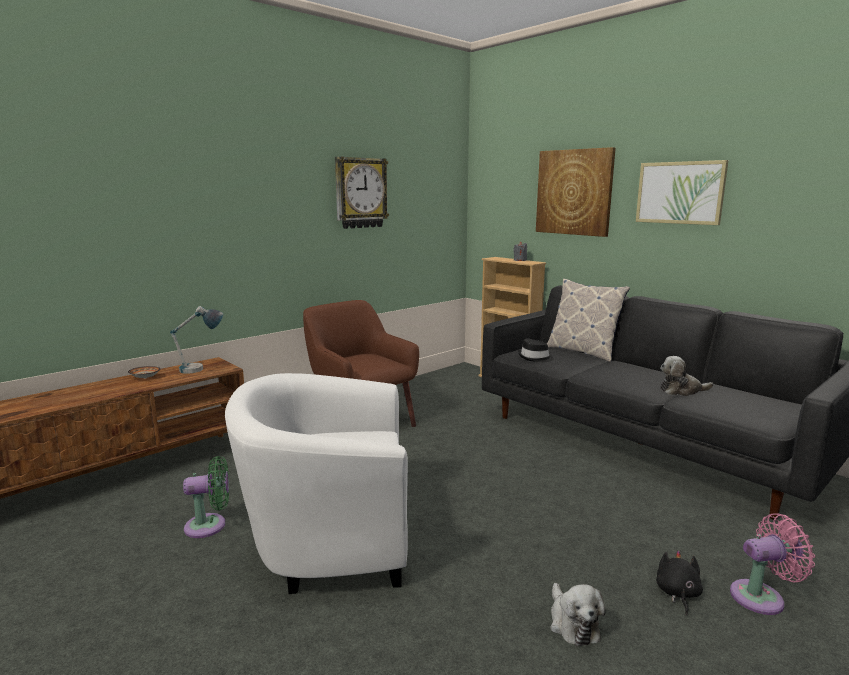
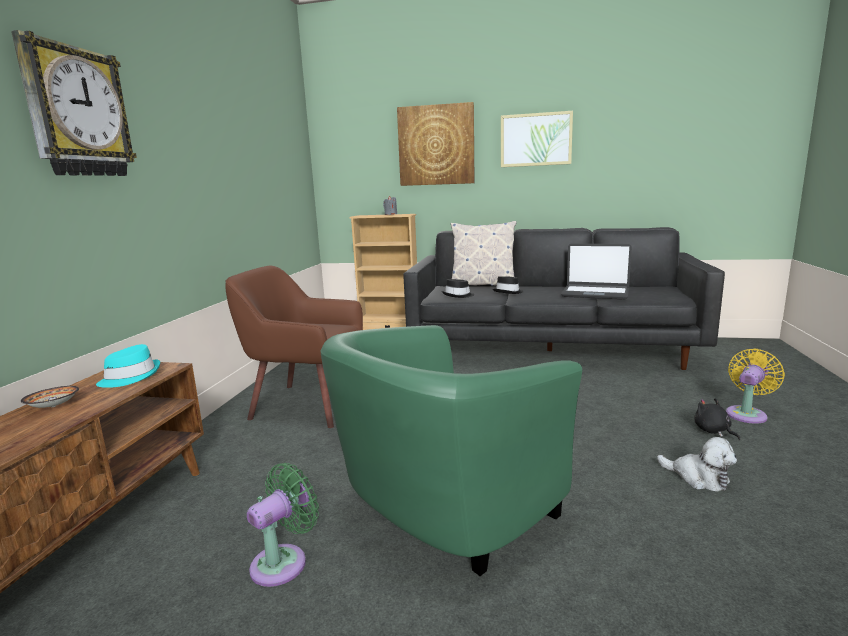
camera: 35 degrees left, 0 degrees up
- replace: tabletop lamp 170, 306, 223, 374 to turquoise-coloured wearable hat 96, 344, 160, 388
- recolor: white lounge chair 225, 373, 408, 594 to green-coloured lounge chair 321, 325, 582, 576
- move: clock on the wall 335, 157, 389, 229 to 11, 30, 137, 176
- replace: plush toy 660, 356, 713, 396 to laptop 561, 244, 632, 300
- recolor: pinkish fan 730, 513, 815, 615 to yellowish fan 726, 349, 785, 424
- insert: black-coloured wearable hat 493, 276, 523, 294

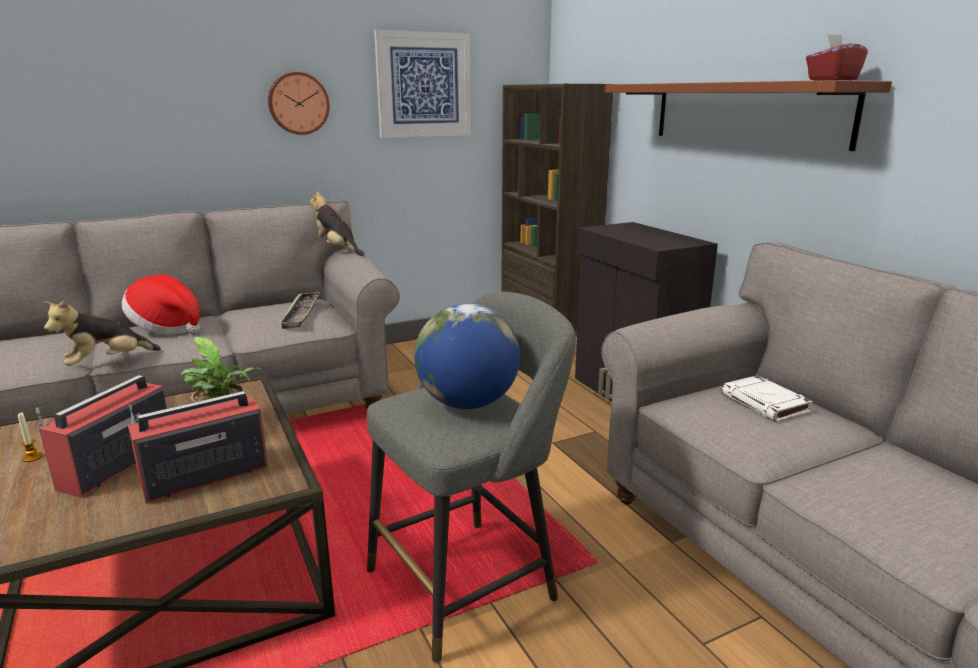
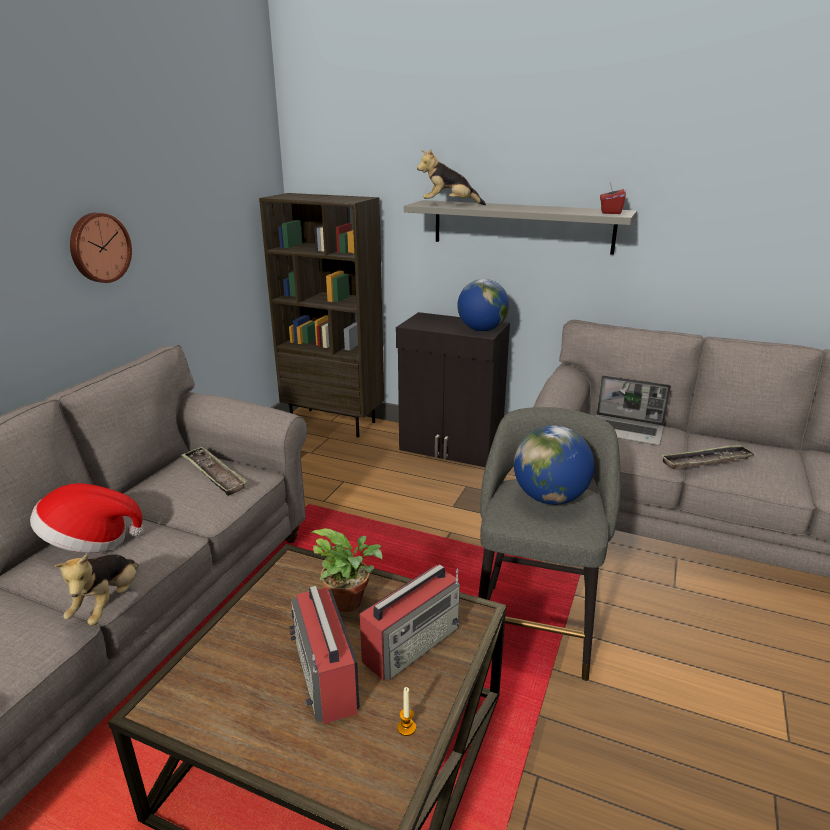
camera: 40 degrees left, 5 degrees up
- move: candle 18, 413, 42, 462 to 397, 687, 416, 736
- rotate: radio receiver 128, 391, 268, 504 = 360, 564, 460, 680 150 degrees counterclockwise
- move: plush toy 310, 192, 365, 256 to 417, 149, 486, 205
- delete: wall picture 374, 30, 471, 138
- recolor: brown-coloured bracket shelf 605, 80, 892, 151 to grey bracket shelf 404, 200, 637, 255
- replace: white book 721, 375, 813, 422 to laptop 596, 375, 671, 445
- insert: world globe 457, 279, 509, 331
- insert: serving tray 661, 445, 756, 469

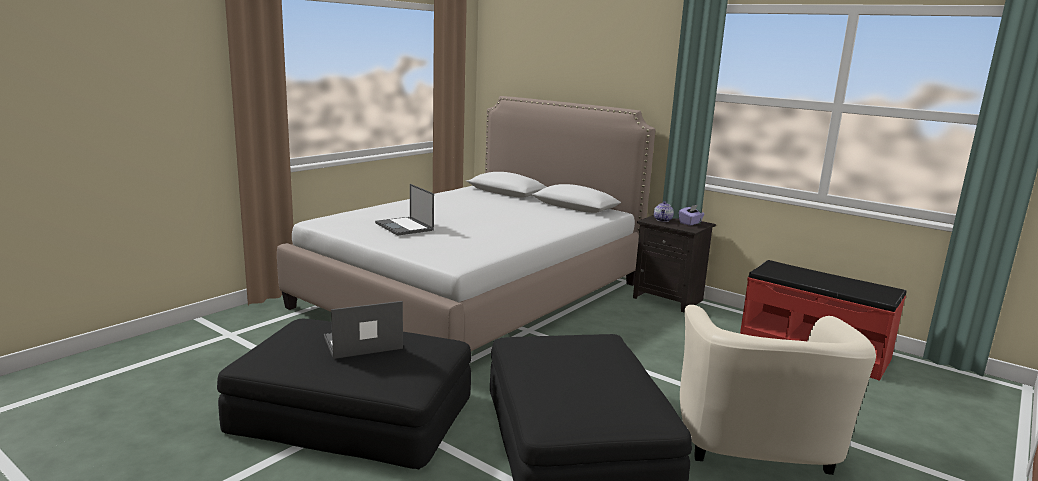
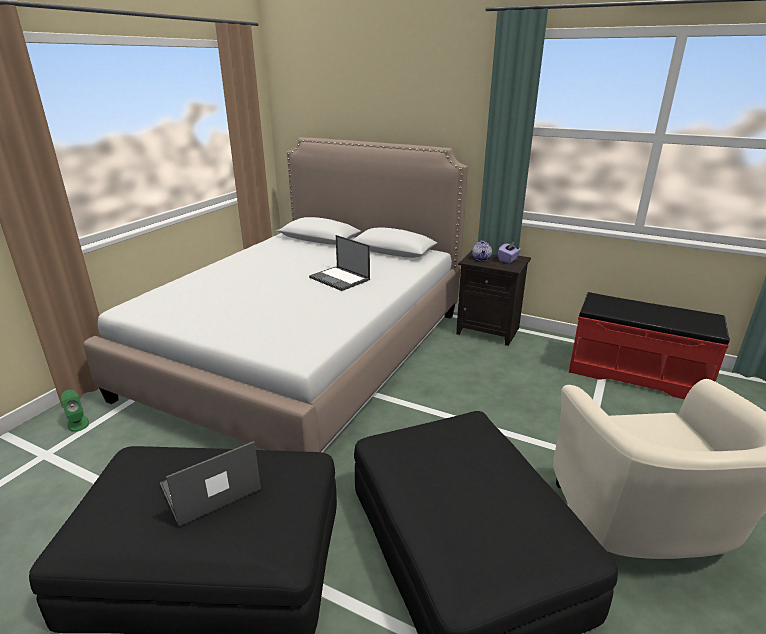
camera: 10 degrees left, 10 degrees up
- move: laptop 375, 184, 434, 236 to 309, 235, 370, 291
- insert: green-coloured audio speaker 61, 390, 89, 432

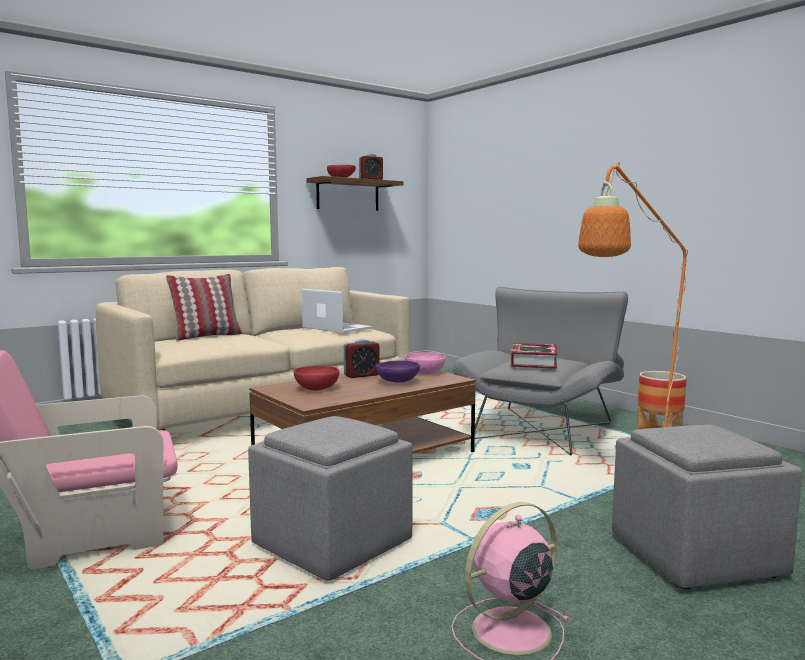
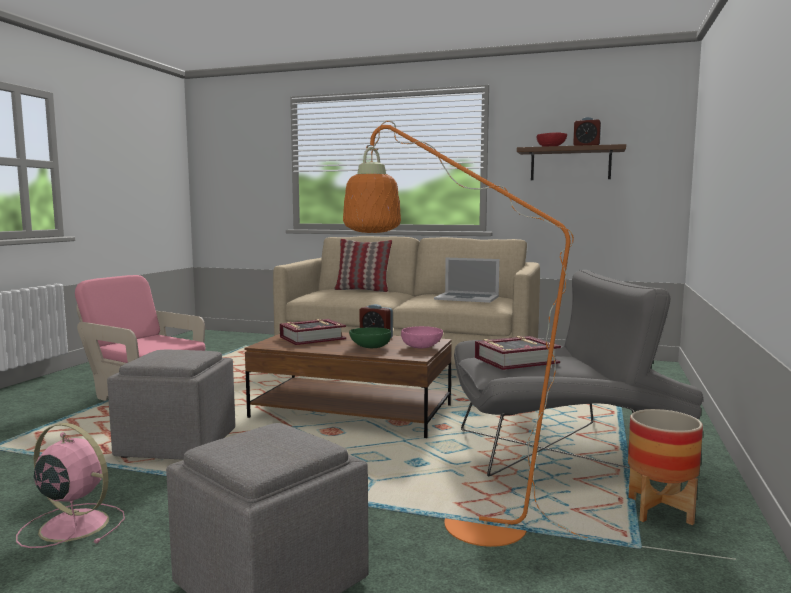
camera: 55 degrees right, 0 degrees up
- replace: reddish serving bowl 294, 365, 339, 391 to book 280, 319, 346, 345
- rotate: laptop 302, 289, 372, 333 = 434, 258, 500, 303 105 degrees clockwise
- recolor: purple serving bowl 376, 360, 420, 383 to green-coloured serving bowl 349, 327, 391, 348

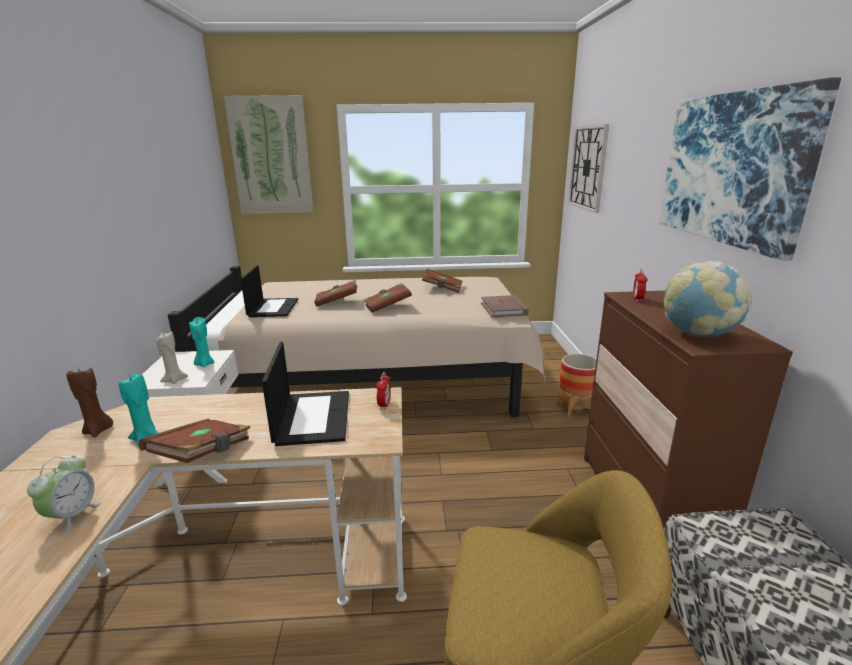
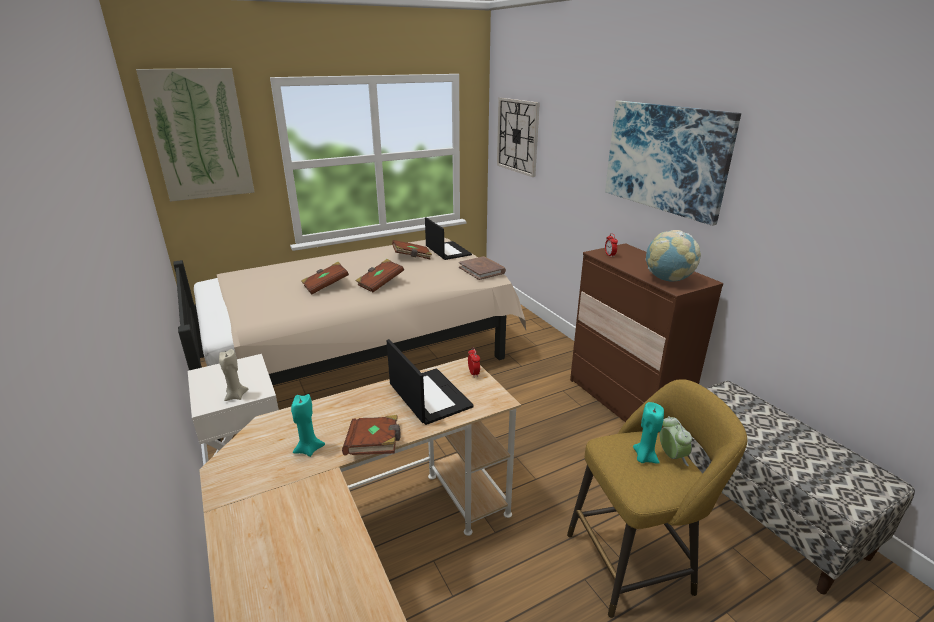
camera: 25 degrees left, 5 degrees up
- move: alarm clock 27, 455, 102, 534 to 659, 416, 692, 466
- delete: brown-coloured candle 66, 368, 113, 437
- move: turquoise-coloured candle 189, 317, 214, 367 to 633, 402, 664, 464
- move: laptop 241, 265, 298, 317 to 425, 217, 472, 260
- delete: flower pot 558, 354, 597, 418

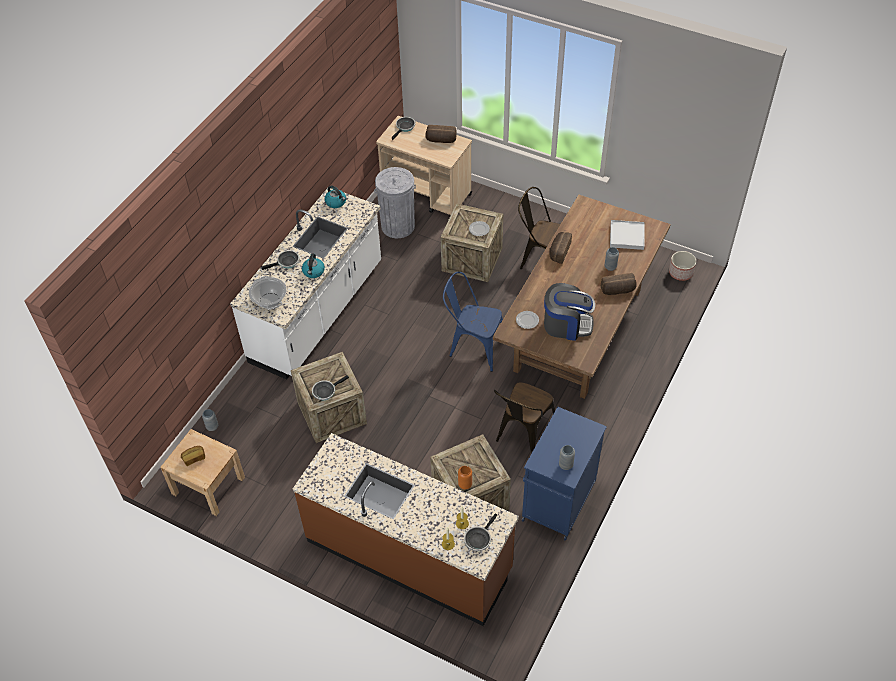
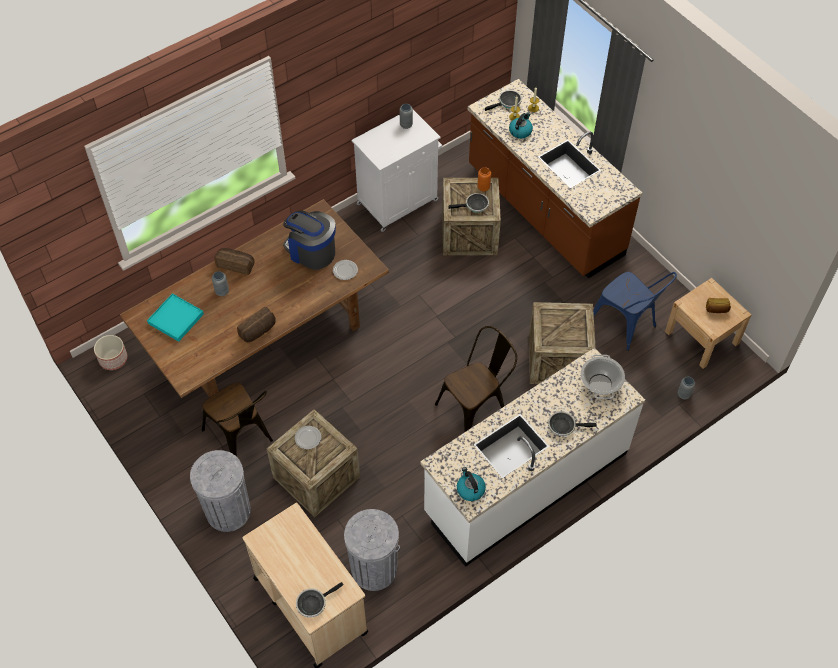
camera: 155 degrees left, 5 degrees up
- move: water kettle 302, 253, 325, 278 to 509, 113, 533, 139
- move: frying pan 312, 375, 349, 400 to 448, 193, 489, 213
- delete: baked bread 425, 125, 457, 143
- move: bluish chair 443, 272, 503, 372 to 593, 272, 677, 351
- move: brown-coloured chair 494, 382, 555, 454 to 435, 326, 517, 433
- recolor: bluish storage cabinet 522, 407, 607, 541 to white storage cabinet 351, 110, 442, 232
- recolor: white serving tray 610, 220, 645, 250 to turquoise-coloured serving tray 147, 293, 204, 342
- insert: grey rubbish bin 190, 450, 251, 532

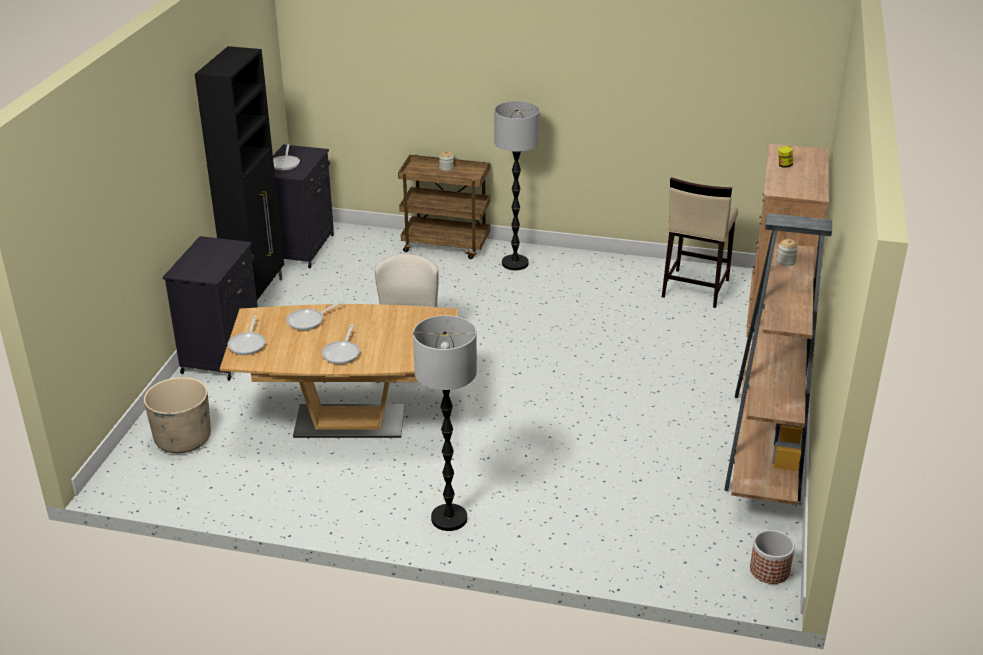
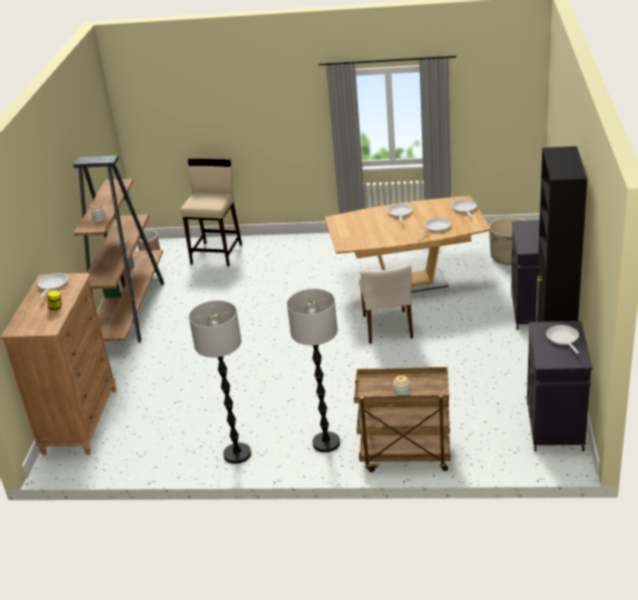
camera: 175 degrees right, 0 degrees up
- move: floor lamp 413, 315, 477, 531 to 189, 300, 251, 464
- move: sand-coloured sitting stool 662, 177, 738, 308 to 181, 158, 242, 266
- insert: frying pan 38, 273, 68, 298

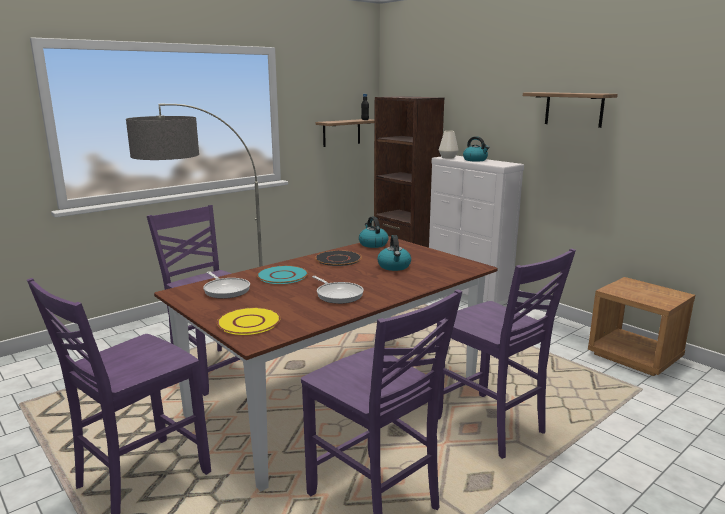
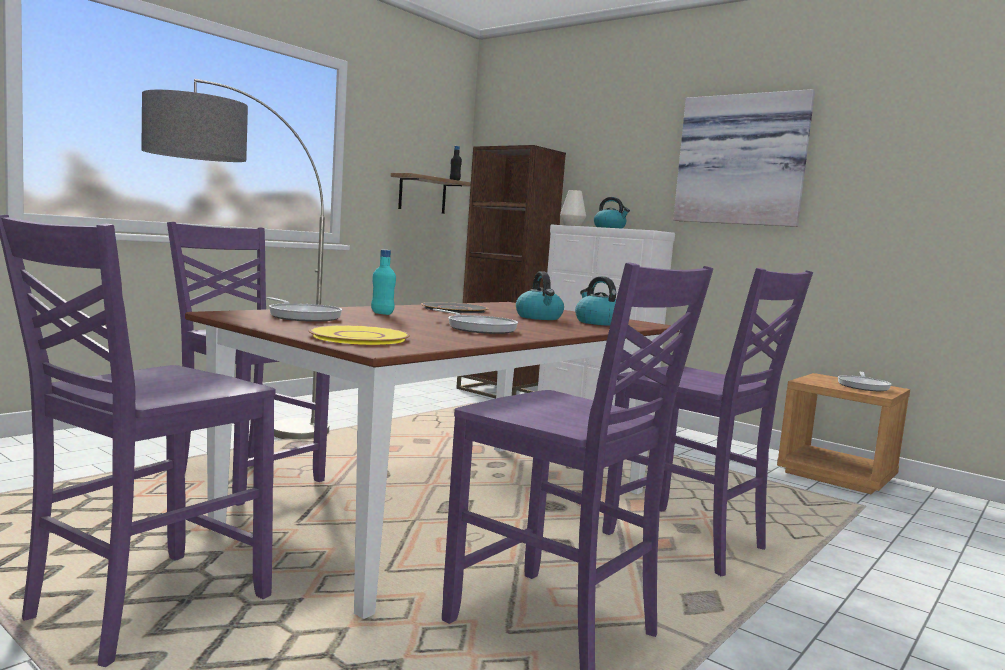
camera: 10 degrees left, 10 degrees down
- replace: turquoise-coloured plate 257, 266, 308, 284 to turquoise-coloured bottle 371, 250, 396, 315
- move: water kettle 359, 216, 388, 248 to 575, 276, 616, 326
- replace: bracket shelf 523, 92, 618, 128 to wall picture 673, 89, 815, 227
- insert: frying pan 838, 372, 891, 391

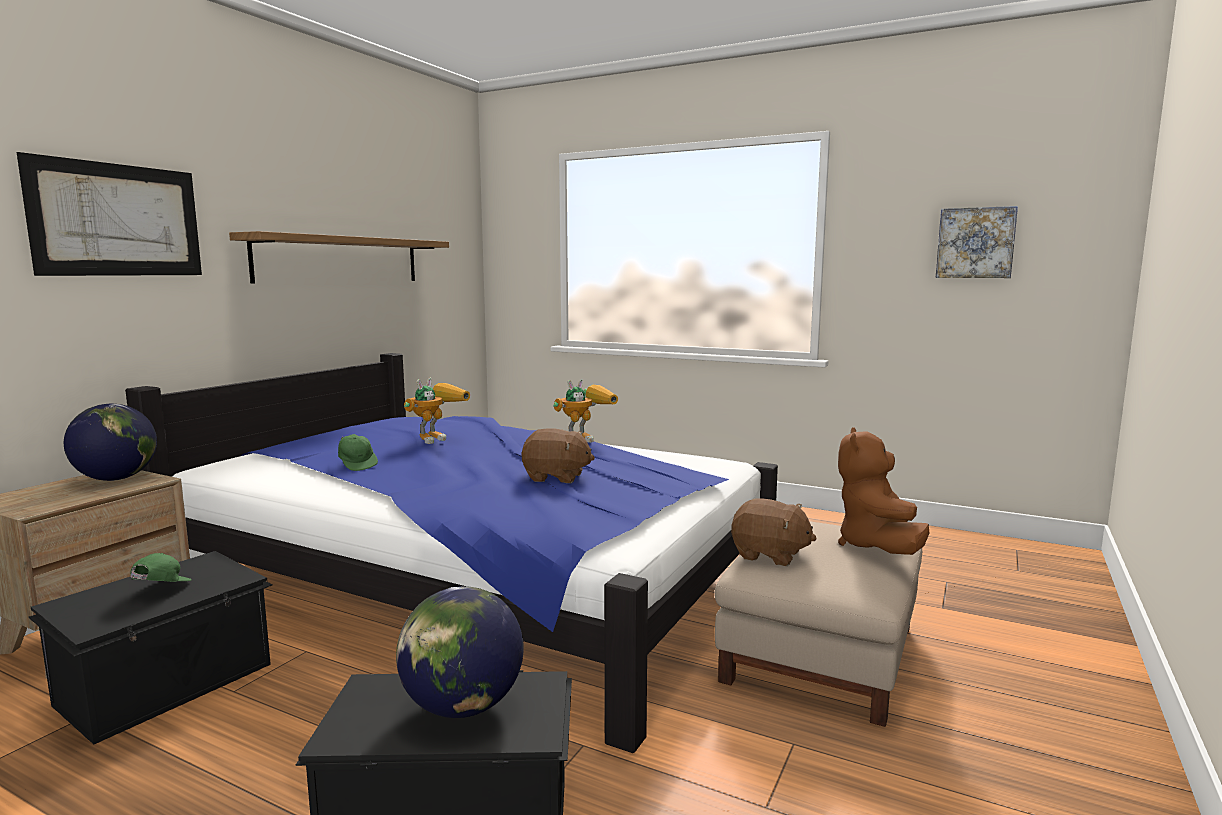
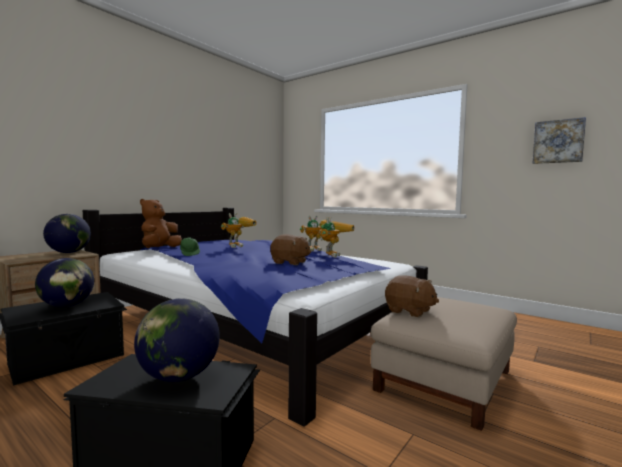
camera: 10 degrees right, 5 degrees down
- delete: wall picture 17, 152, 202, 276
- replace: green-coloured cap 130, 553, 192, 582 to world globe 35, 258, 94, 307
- delete: bracket shelf 229, 231, 449, 284
- move: brown-coloured plush toy 838, 427, 929, 555 to 140, 199, 182, 248
- insert: toy robot 319, 217, 354, 258

